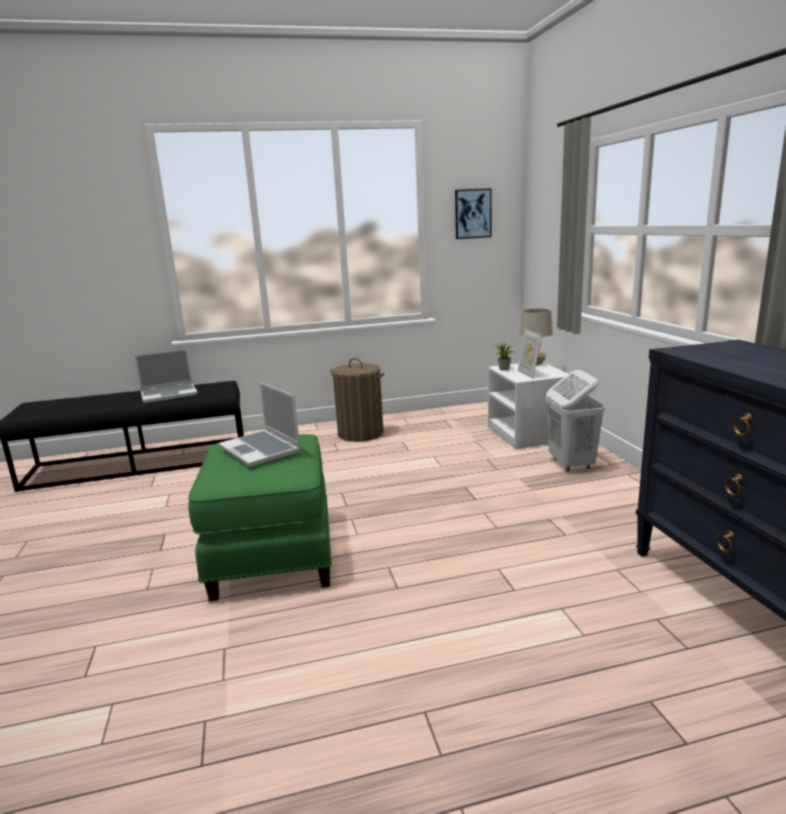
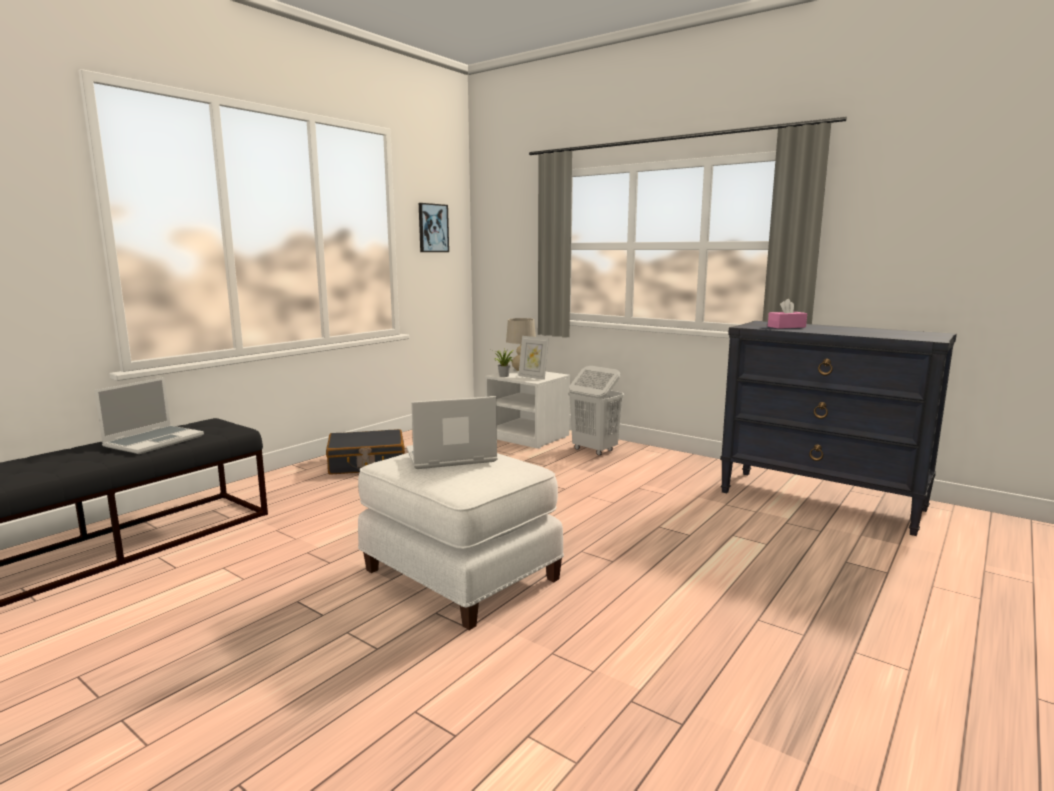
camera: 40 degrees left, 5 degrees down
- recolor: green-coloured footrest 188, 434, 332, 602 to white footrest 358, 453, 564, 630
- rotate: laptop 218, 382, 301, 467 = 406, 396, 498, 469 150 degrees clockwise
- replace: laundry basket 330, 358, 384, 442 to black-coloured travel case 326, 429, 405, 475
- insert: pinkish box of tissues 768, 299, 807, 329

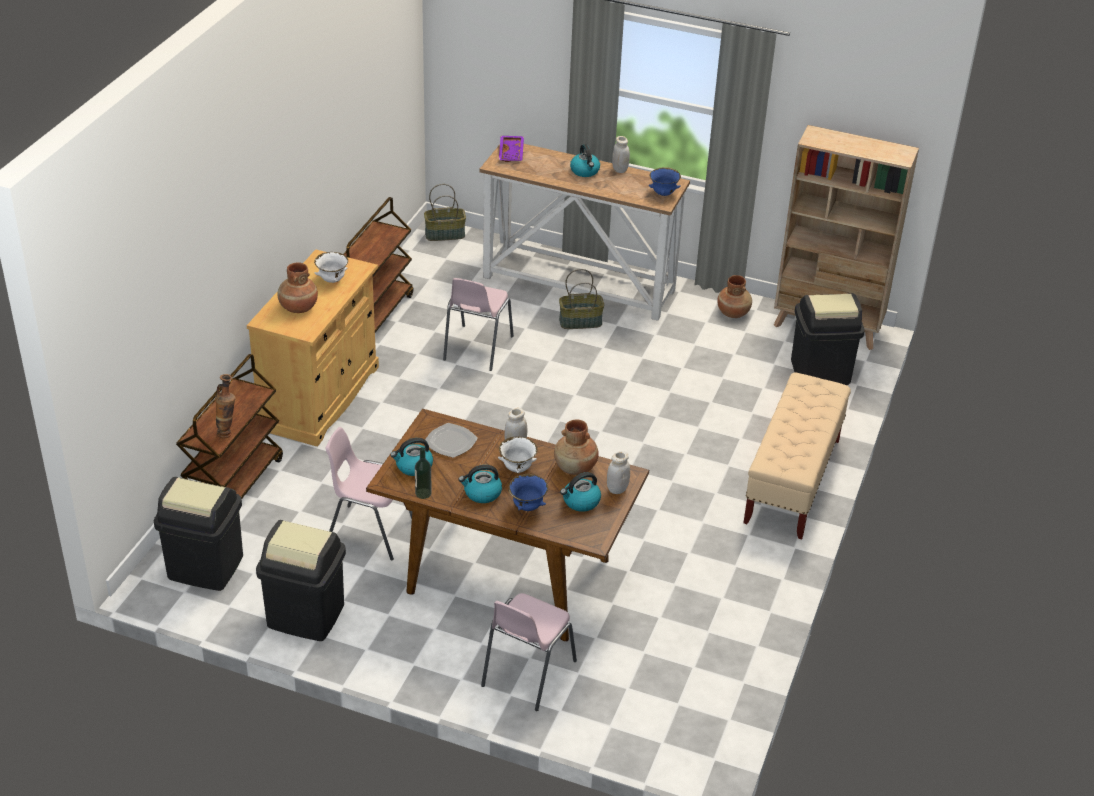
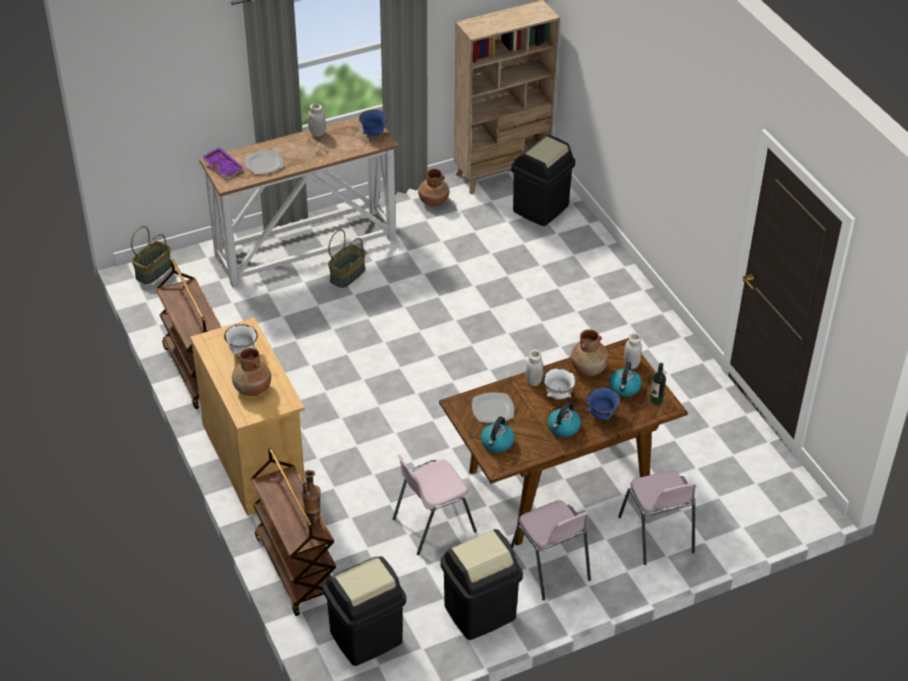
camera: 45 degrees left, 5 degrees up
- move: bottle 415, 447, 432, 499 to 649, 363, 666, 405
- move: pinkish chair 443, 278, 514, 371 to 511, 500, 591, 600
- delete: water kettle 570, 144, 600, 177
- delete: sand-coloured long seat 744, 373, 851, 539
- insert: plate 245, 150, 284, 174

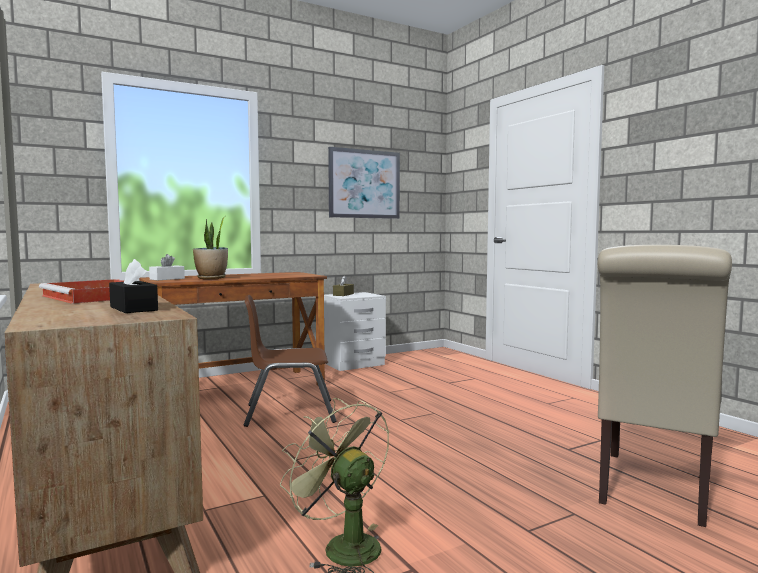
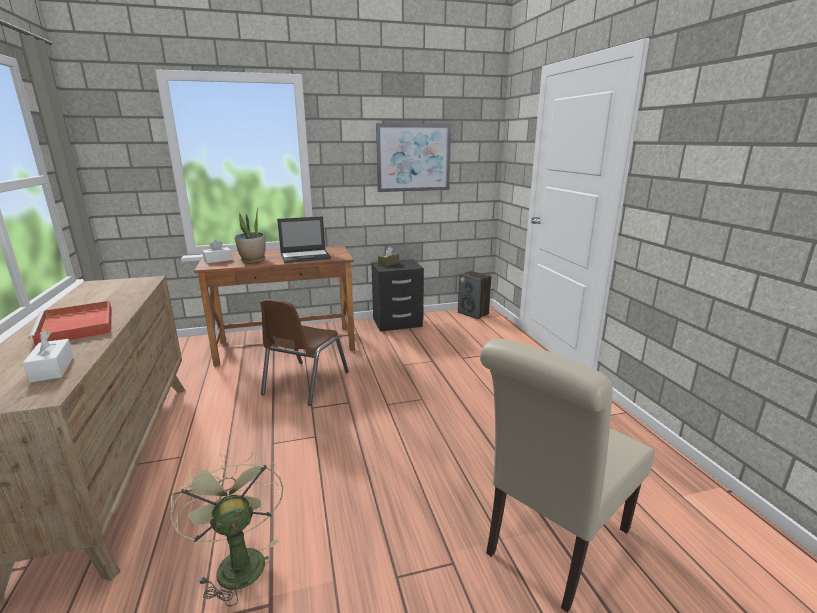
camera: 15 degrees right, 15 degrees up
- recolor: black-coloured box of tissues 109, 259, 158, 313 to white box of tissues 23, 330, 74, 383
- rotate: brown-coloured chair 244, 295, 337, 427 = 261, 299, 349, 406 75 degrees counterclockwise
- recolor: white night table 324, 292, 386, 371 to black-coloured night table 371, 259, 424, 331
- insert: laptop 277, 216, 331, 263
- insert: audio speaker 458, 271, 492, 319

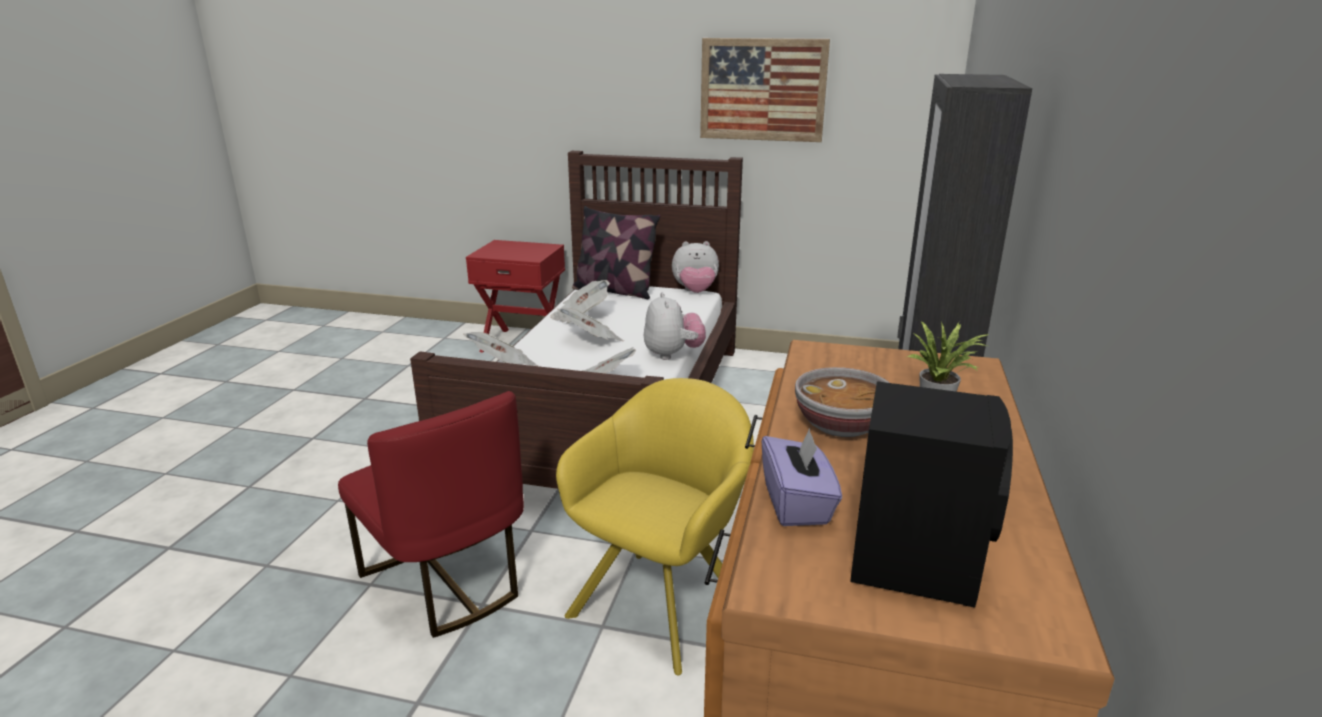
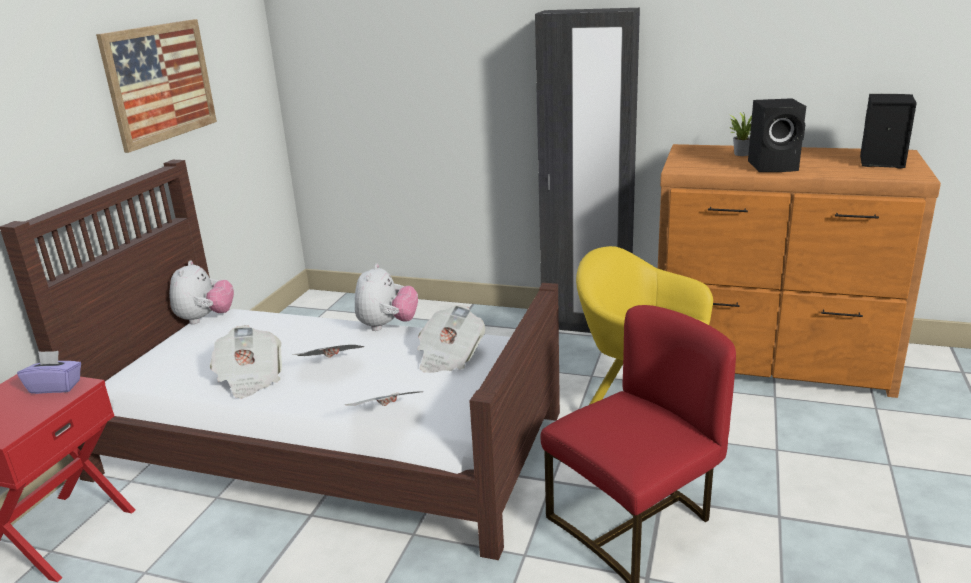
camera: 85 degrees left, 0 degrees up
- delete: cushion 572, 206, 660, 299
- rotate: plush toy 644, 292, 706, 360 = 355, 264, 418, 331 105 degrees clockwise
- move: purple box of tissues 762, 428, 842, 526 to 17, 351, 81, 394
- replace: serving bowl 795, 367, 890, 437 to black-coloured audio speaker 748, 98, 806, 172

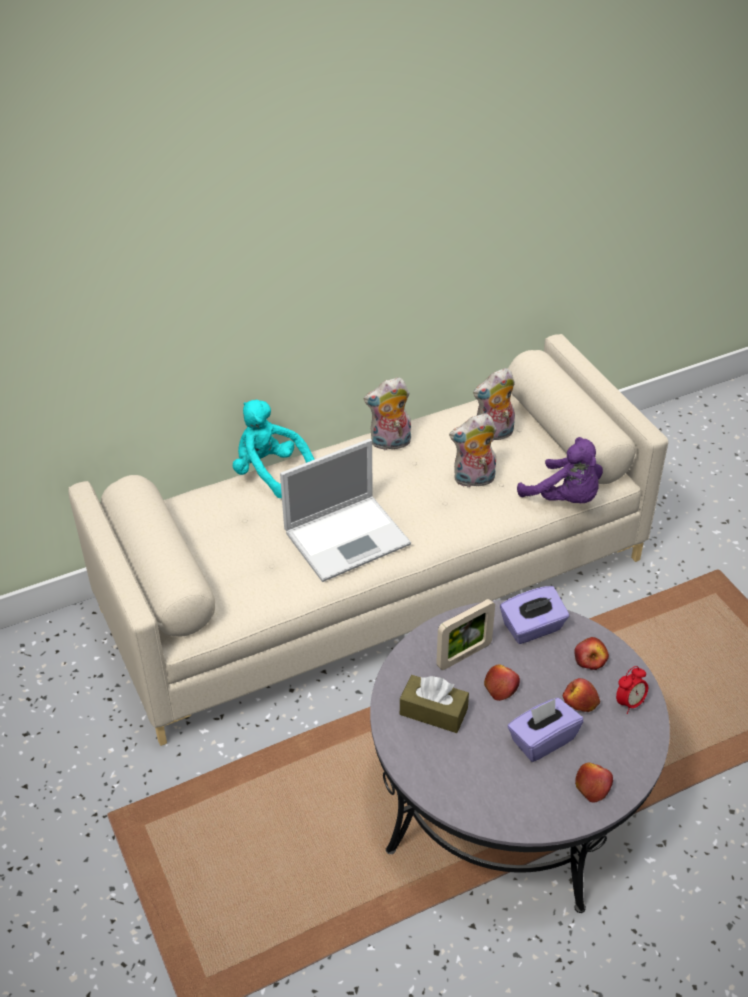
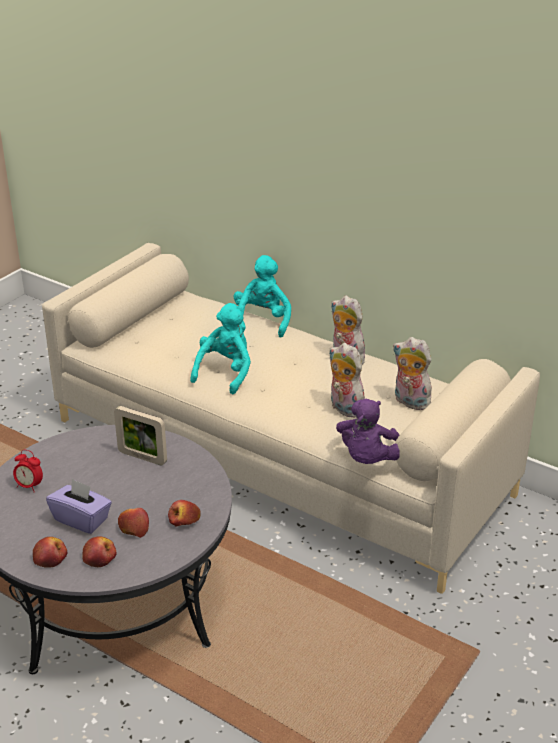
camera: 60 degrees right, 10 degrees down
- replace: laptop 280, 439, 411, 582 to turquoise-coloured plush toy 190, 303, 251, 394
- delete: brown-coloured box of tissues 400, 675, 469, 733
- move: apple 484, 664, 520, 701 to 83, 536, 116, 567
- delete: purple box of tissues 500, 586, 569, 644
- move: alarm clock 616, 666, 648, 714 to 13, 450, 43, 492

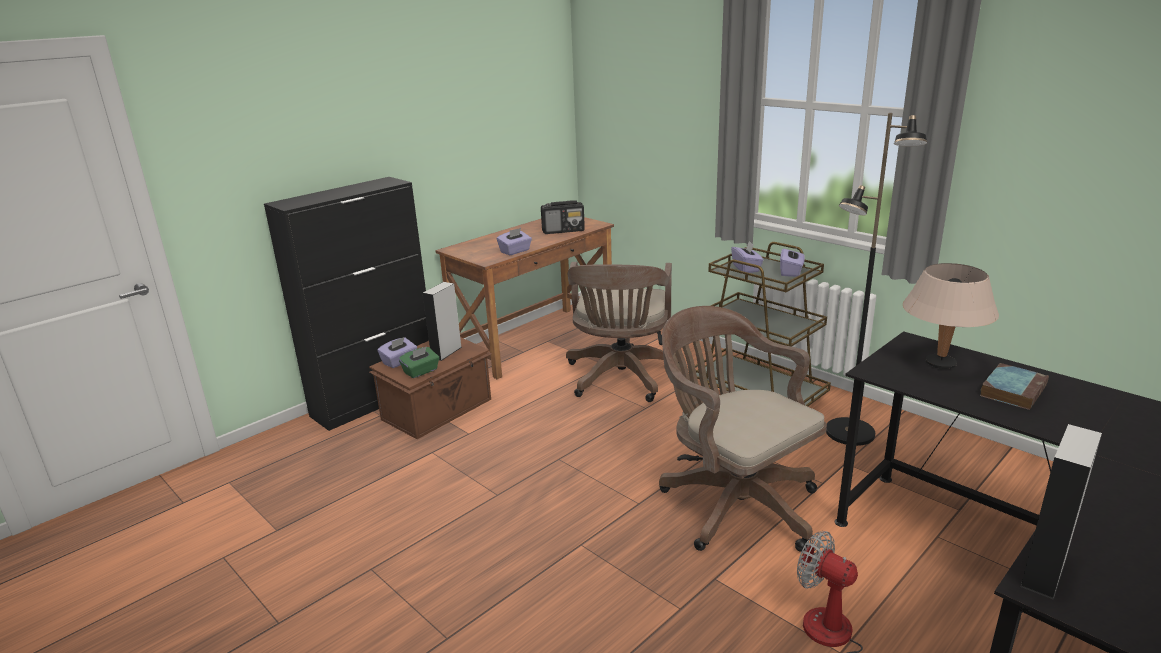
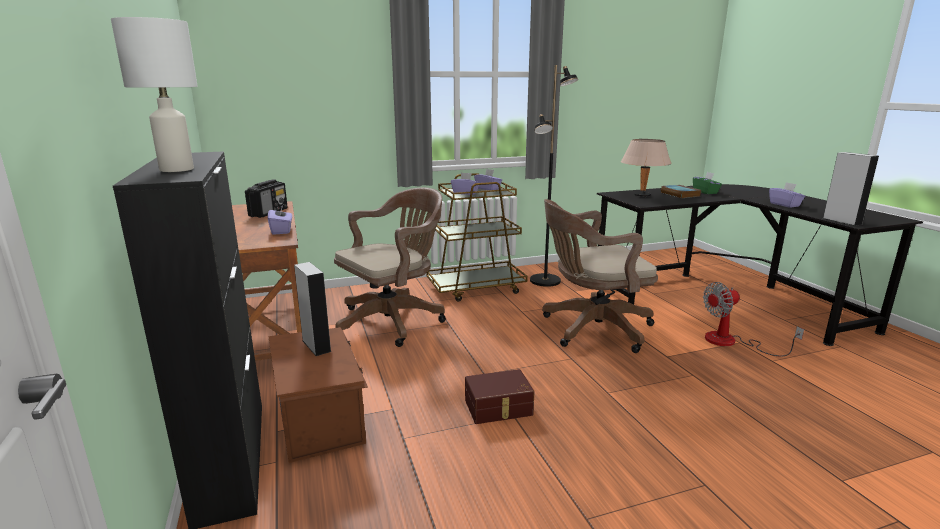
camera: 65 degrees left, 5 degrees down
- move: purple box of tissues 377, 337, 417, 368 to 769, 182, 805, 208
- move: green-coloured box of tissues 399, 346, 439, 378 to 693, 172, 722, 194
- rotate: brown-coloured desk chair 566, 262, 679, 402 = 334, 188, 446, 347 75 degrees counterclockwise
- insert: white tabletop lamp 111, 17, 198, 172
- insert: brown-coloured storage container 465, 369, 535, 424

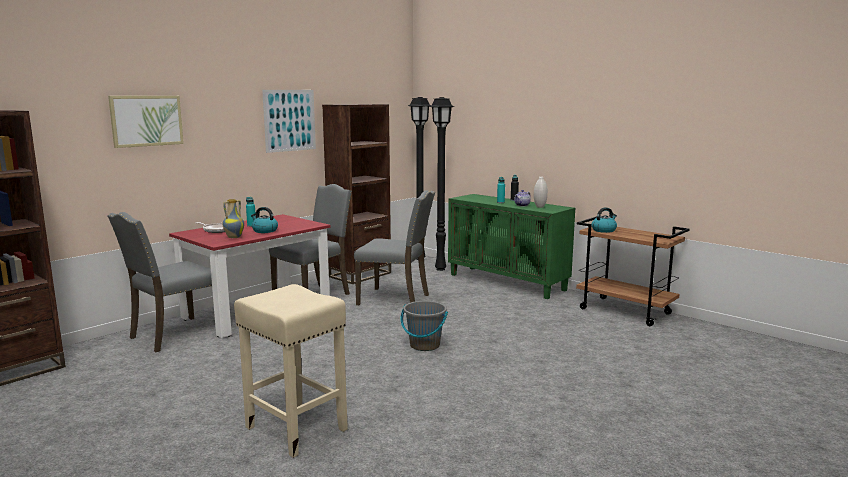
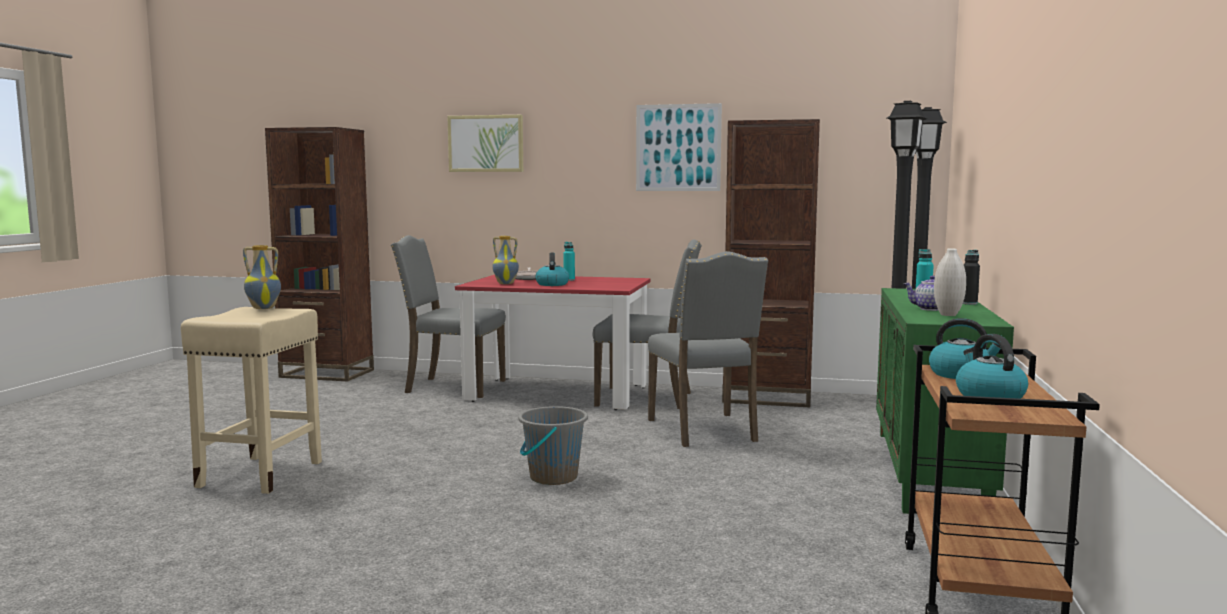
camera: 60 degrees right, 5 degrees down
- insert: flower vase 243, 245, 281, 309
- insert: water kettle 956, 334, 1028, 399

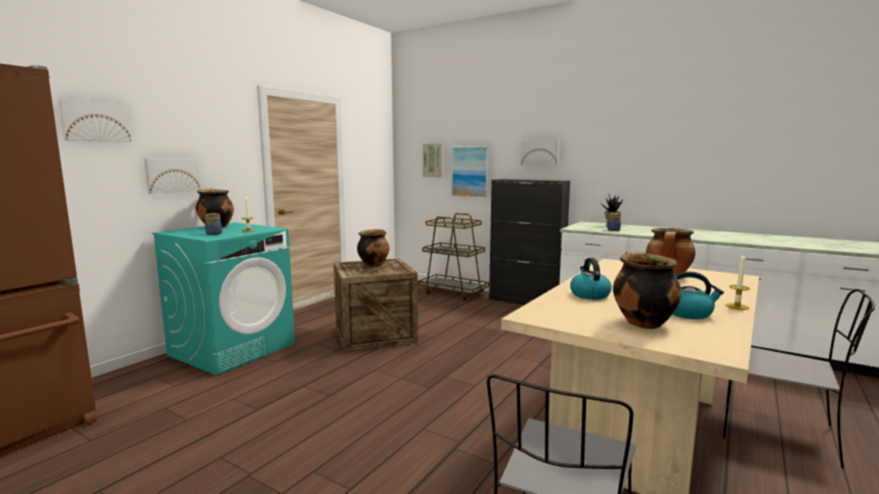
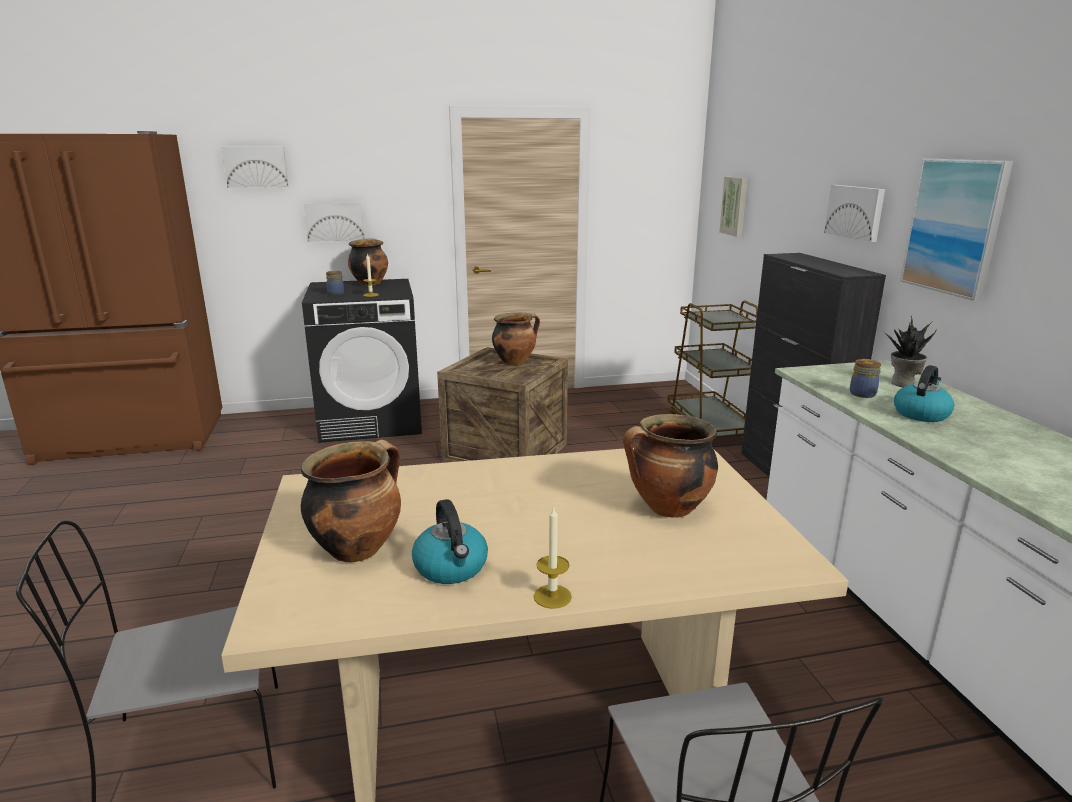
camera: 45 degrees right, 10 degrees up
- recolor: turquoise-coloured laundry machine 152, 222, 295, 375 to black-coloured laundry machine 302, 279, 422, 443
- move: wall picture 452, 146, 489, 197 to 900, 158, 1013, 301
- move: water kettle 570, 258, 612, 300 to 894, 365, 954, 422

